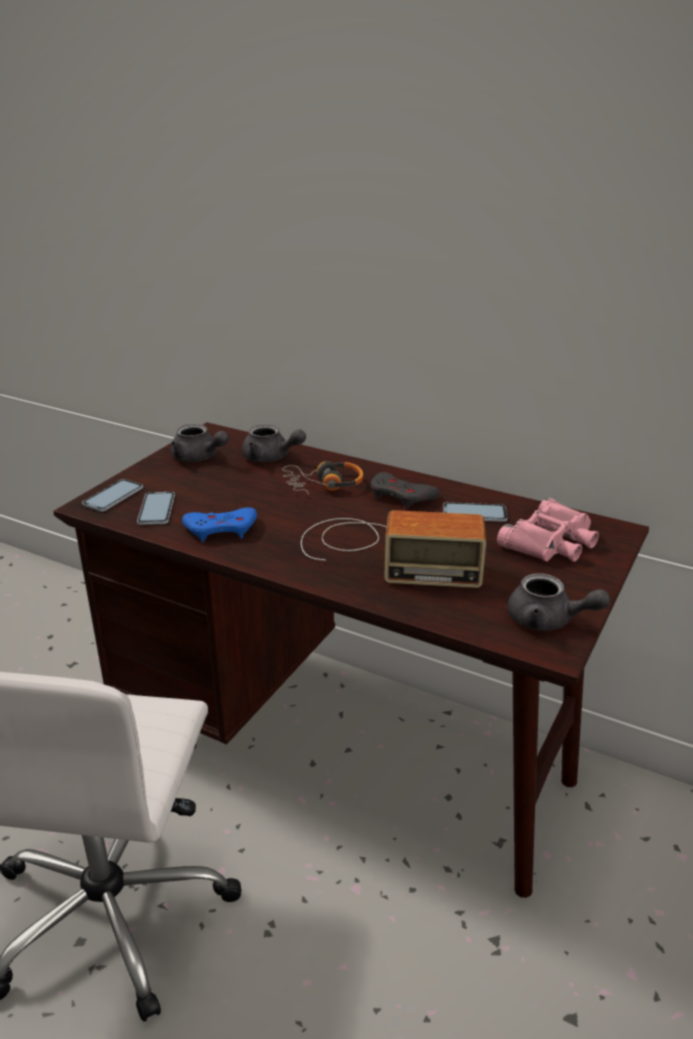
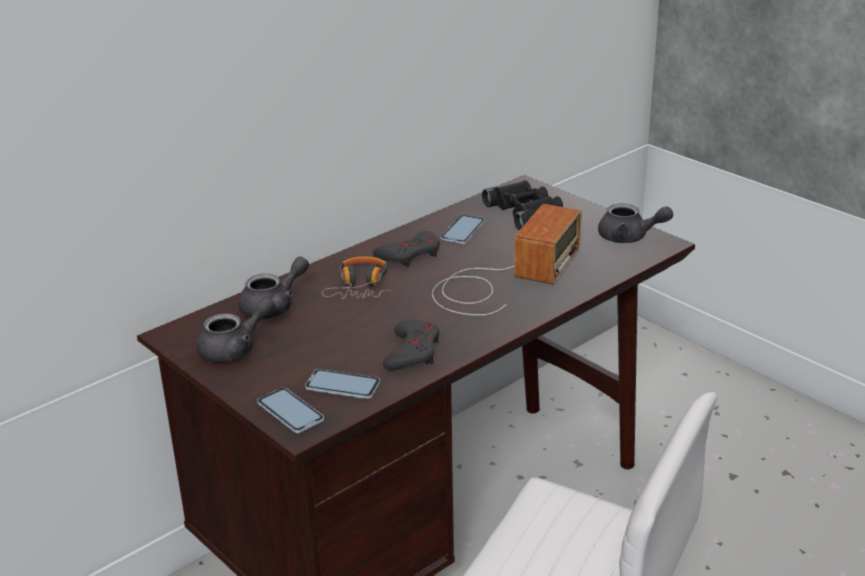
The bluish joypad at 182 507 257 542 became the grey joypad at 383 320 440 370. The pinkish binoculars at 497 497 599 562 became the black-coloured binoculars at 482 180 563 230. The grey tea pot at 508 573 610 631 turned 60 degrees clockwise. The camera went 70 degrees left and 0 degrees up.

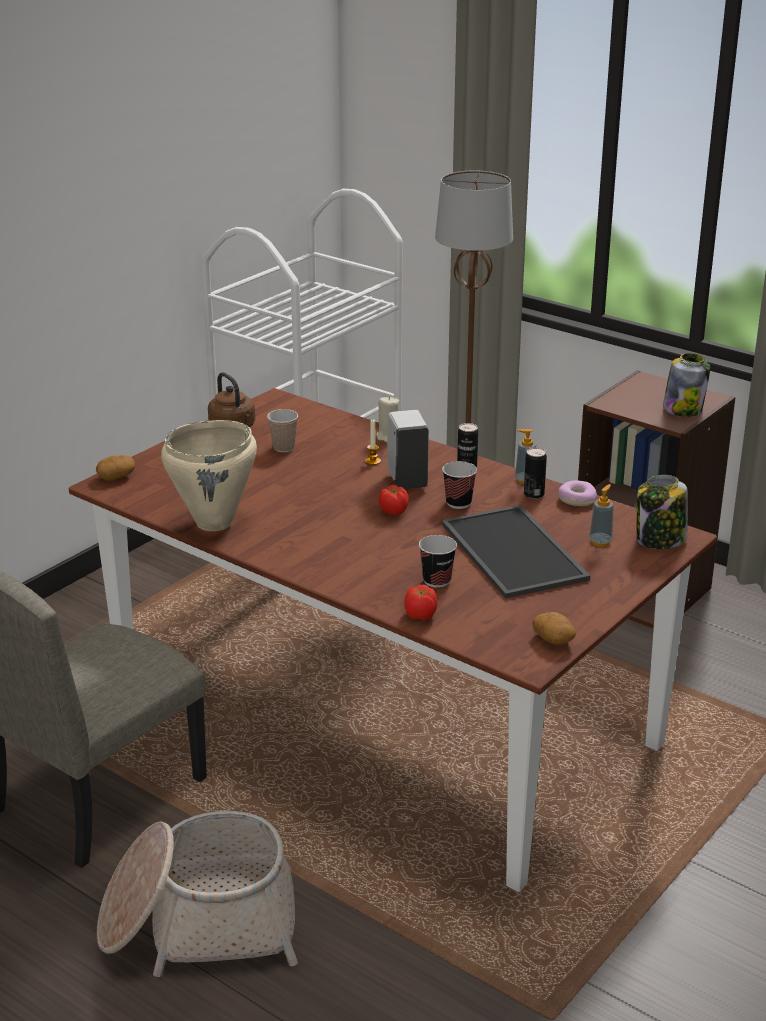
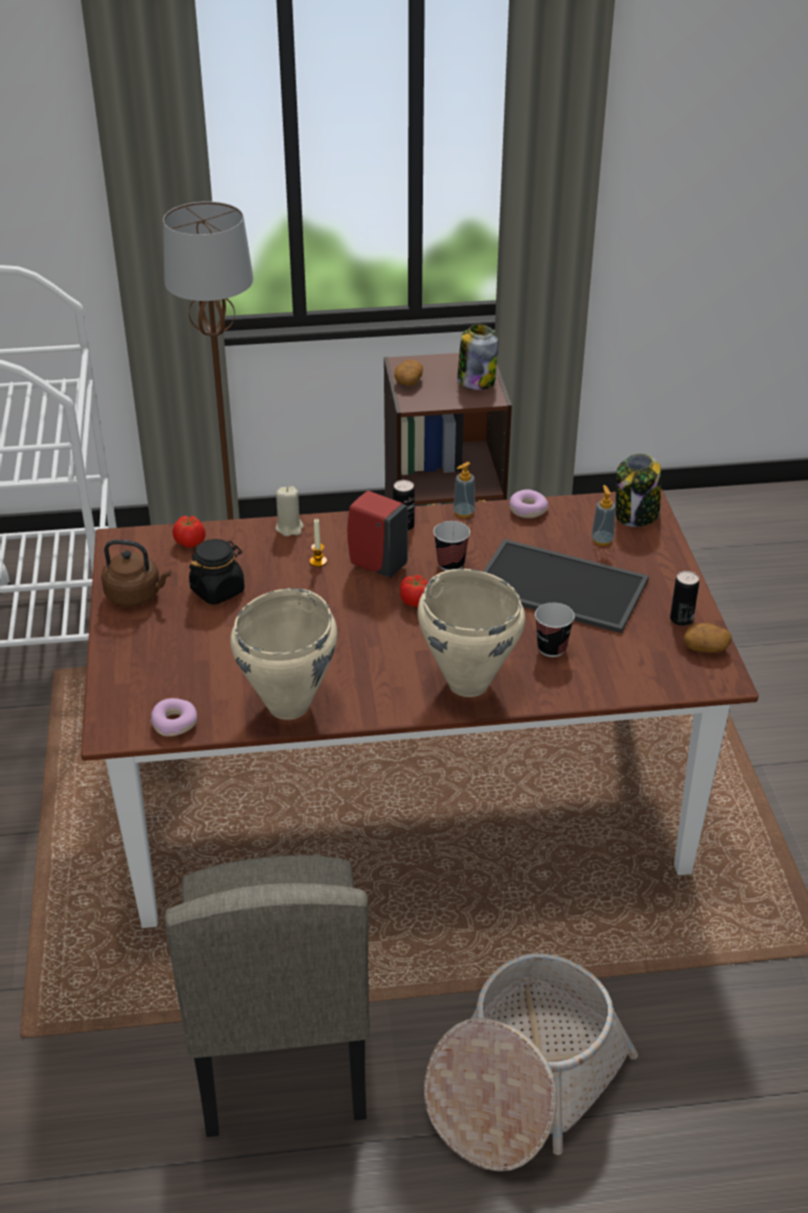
The donut at 151 698 197 737 appeared. The fresh tomato moved from 405 585 437 620 to 172 516 206 548. The cup at 267 409 298 453 was replaced by the black-coloured preserve jar at 189 539 245 605. The white soap bottle at 387 410 429 489 became the red-coloured soap bottle at 347 491 408 578. The potato moved from 96 455 135 481 to 394 359 423 386. The beige-coloured saucepot at 418 569 525 697 appeared. The can moved from 524 448 547 499 to 670 571 699 626. The camera went 45 degrees left and 10 degrees up.

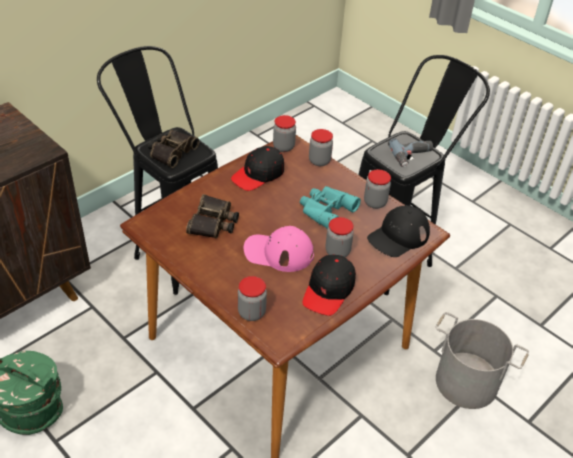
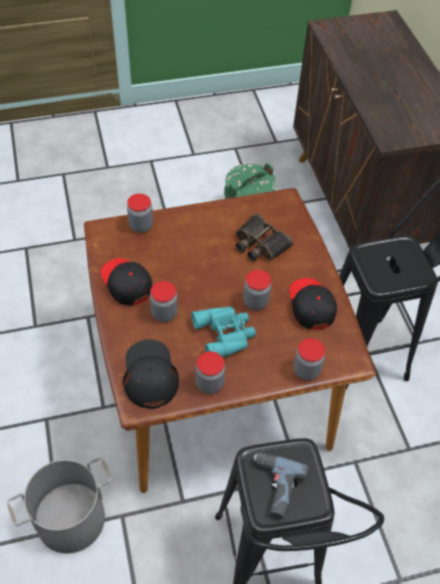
The preserve jar moved from 273 115 296 152 to 243 270 271 310. The binoculars at 148 130 200 168 disappeared. The pinkish cap at 244 226 314 272 disappeared. The camera went 120 degrees right and 10 degrees up.

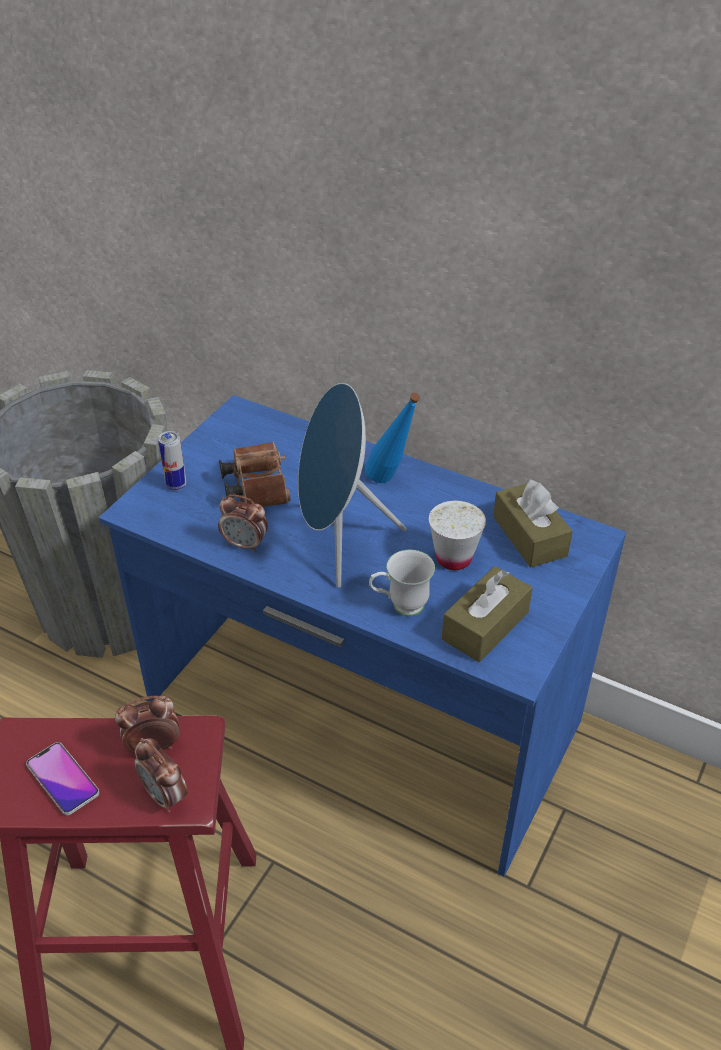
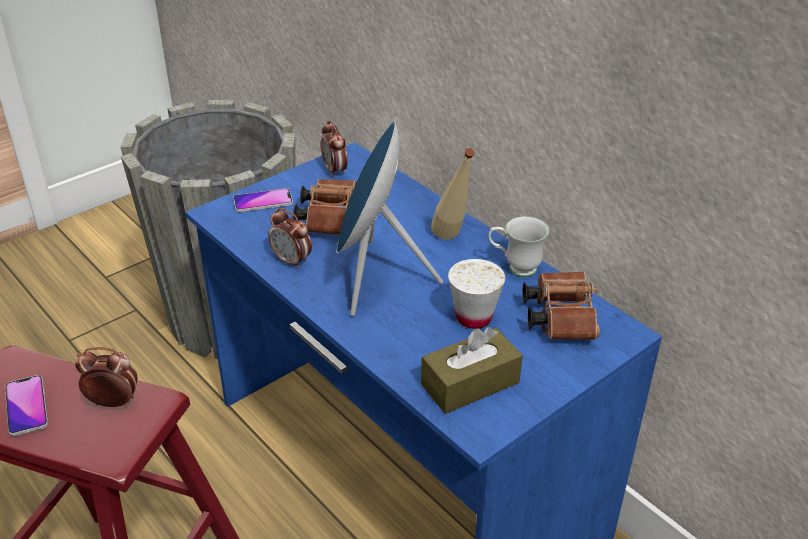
The can at 158 431 187 491 was replaced by the handset at 233 188 293 212. The table clock moved from 134 738 188 812 to 321 120 348 178. The bluish drink bottle at 365 393 420 483 became the beige-coloured drink bottle at 431 148 475 240. The white mug moved from 369 550 435 616 to 488 216 549 277. The brownish tissue holder at 493 479 573 568 was replaced by the brownish binoculars at 523 271 600 340. The camera went 20 degrees right and 5 degrees down.

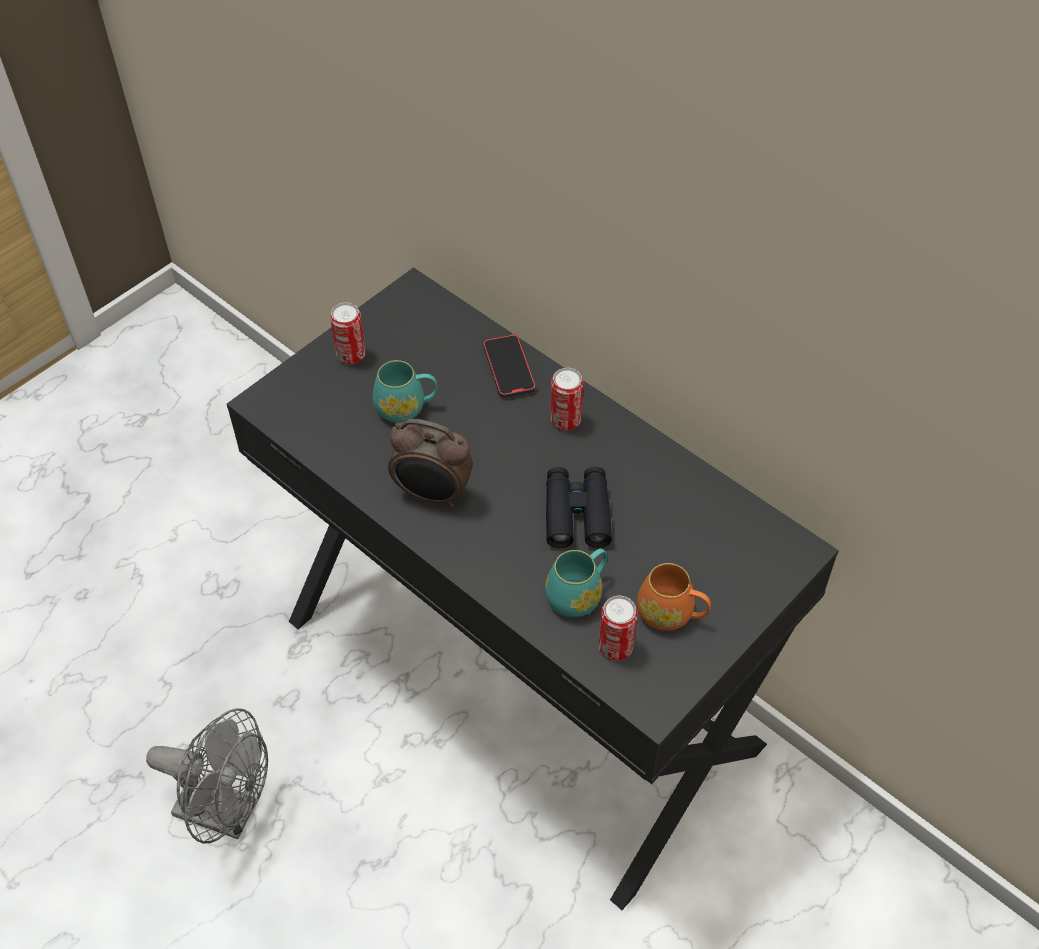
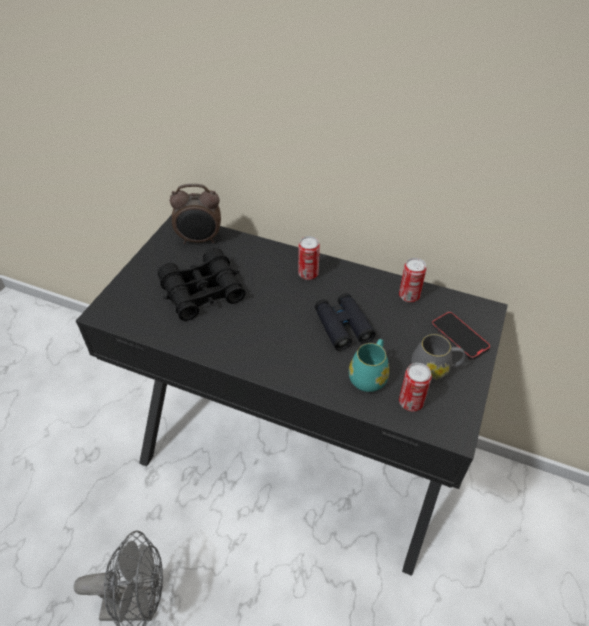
The turquoise mug at 373 360 438 423 was replaced by the black-coloured binoculars at 158 248 245 321. The table clock moved from 388 419 473 507 to 170 184 221 244. The can moved from 330 302 366 364 to 399 258 427 302. The orangey mug at 637 563 711 631 became the grey mug at 411 334 465 383. The handset moved from 483 334 536 398 to 431 312 490 360. The camera went 20 degrees left and 5 degrees down.

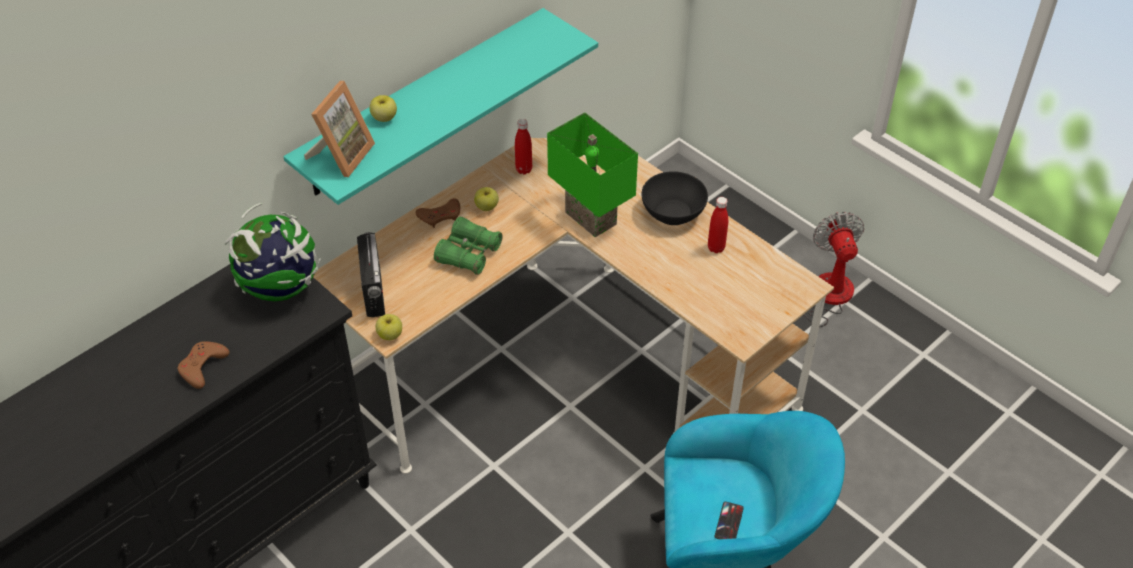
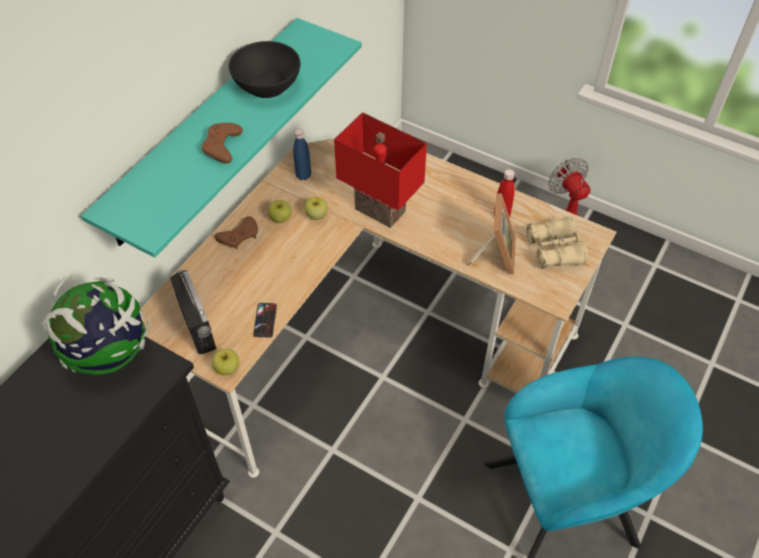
The brownish joypad moved from 178 341 230 389 to 202 123 243 164. The black-coloured serving bowl moved from 641 171 708 225 to 229 41 300 98. The handset moved from 715 502 744 539 to 253 303 277 337. The red-coloured drink bottle at 515 119 532 175 became the bluish drink bottle at 293 129 311 180. The whole apple moved from 370 95 397 122 to 304 197 328 220. The greenish tabletop lamp at 547 112 638 237 became the red-coloured tabletop lamp at 334 112 427 228. The standing frame moved from 304 81 375 177 to 466 193 516 275. The beige-coloured binoculars at 527 216 588 269 appeared. The greenish binoculars at 434 217 503 275 disappeared. The camera went 15 degrees left and 5 degrees up.

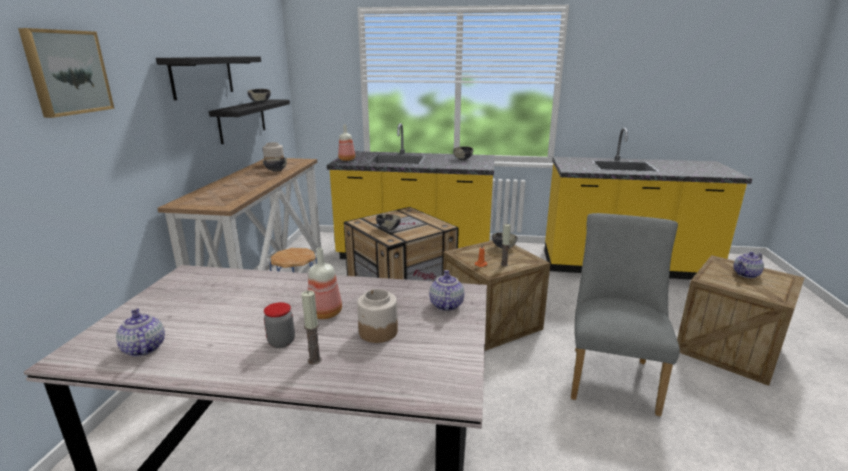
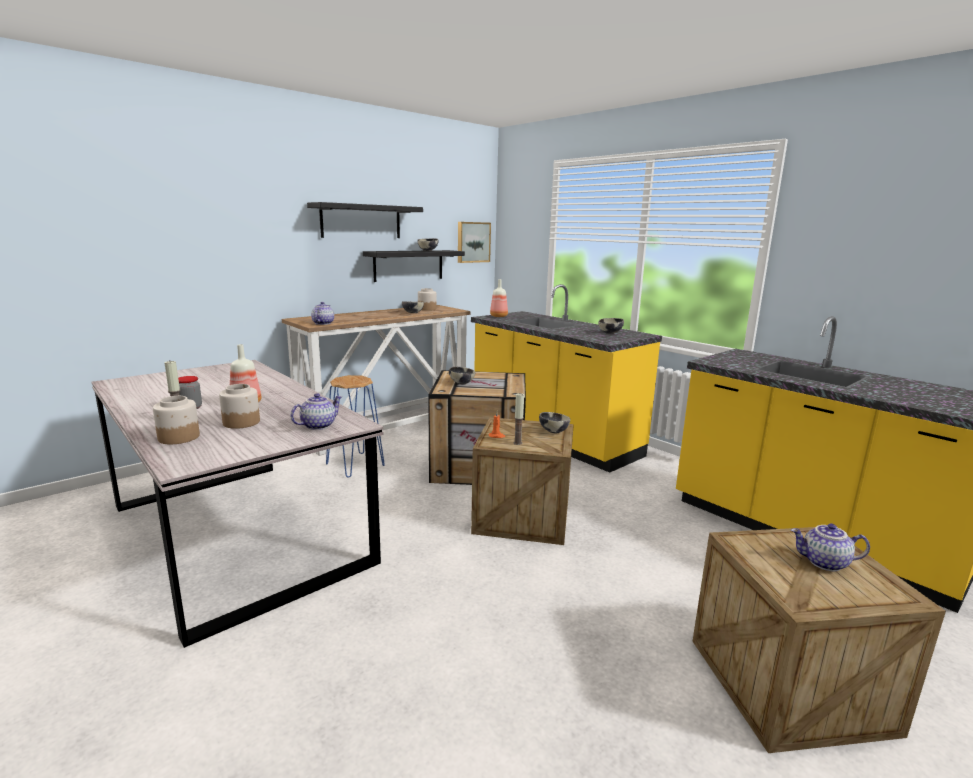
The preserve jar at 153 396 200 444 appeared. The tea pot moved from 116 308 165 357 to 311 302 334 325. The picture moved from 18 28 115 118 to 458 222 491 263. The grey plain chair at 571 213 680 416 disappeared. The camera went 40 degrees right and 5 degrees down.

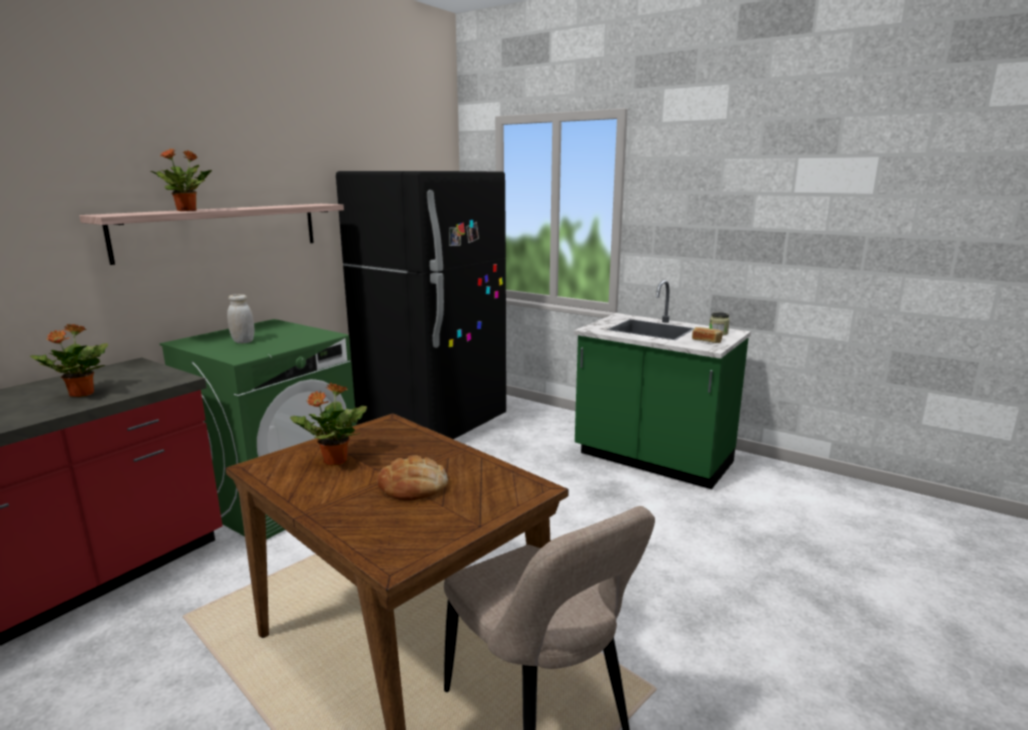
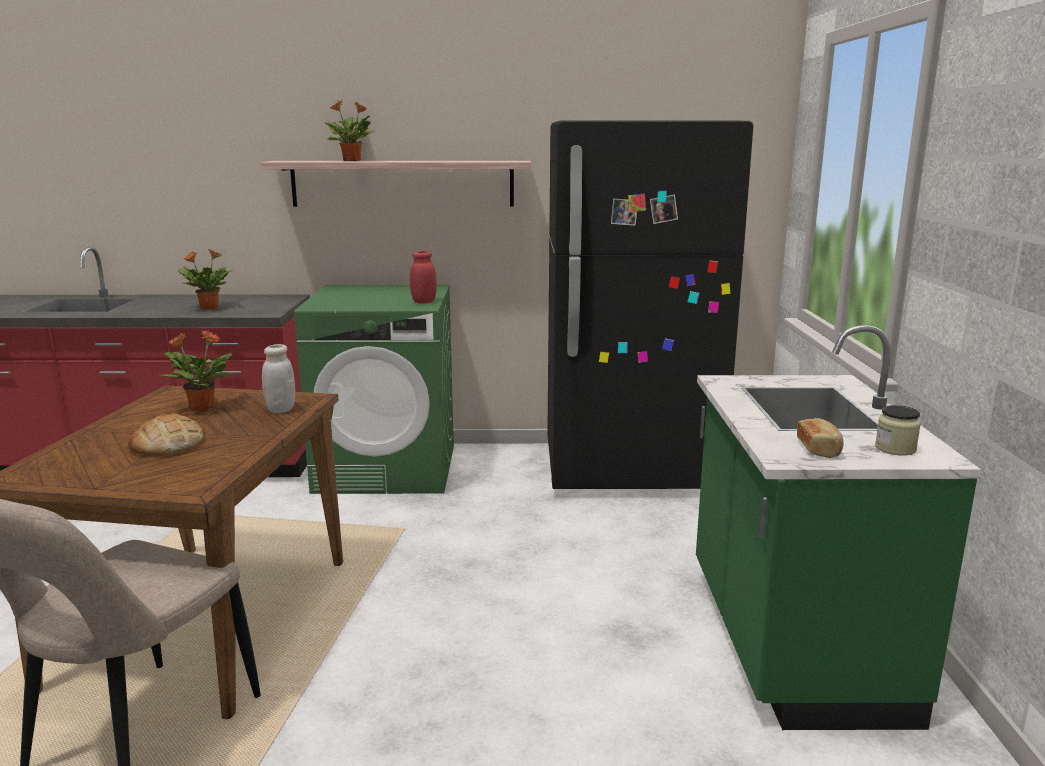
The white preserve jar moved from 227 294 255 343 to 262 344 295 413. The red-coloured preserve jar at 410 251 437 303 appeared. The camera went 55 degrees right and 0 degrees up.

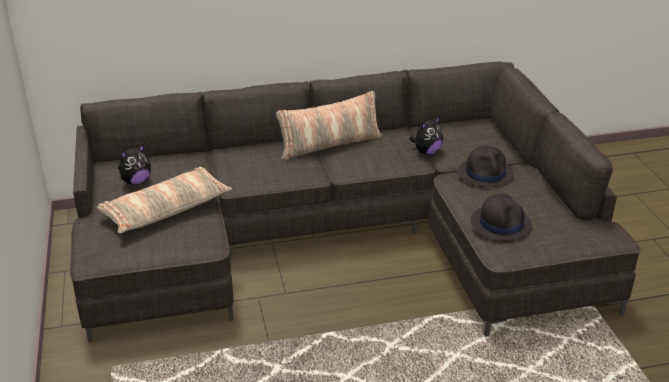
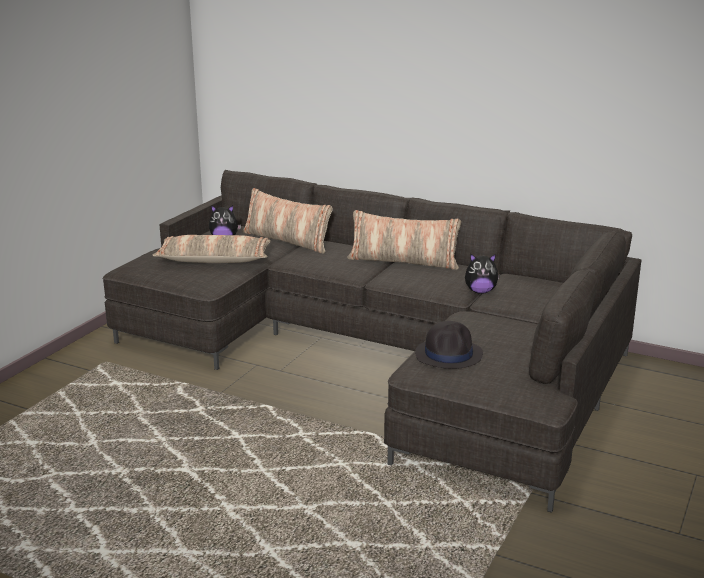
The pillow at 243 188 333 254 appeared. The black-coloured hat at 458 146 514 187 disappeared. The camera went 40 degrees right and 10 degrees down.

